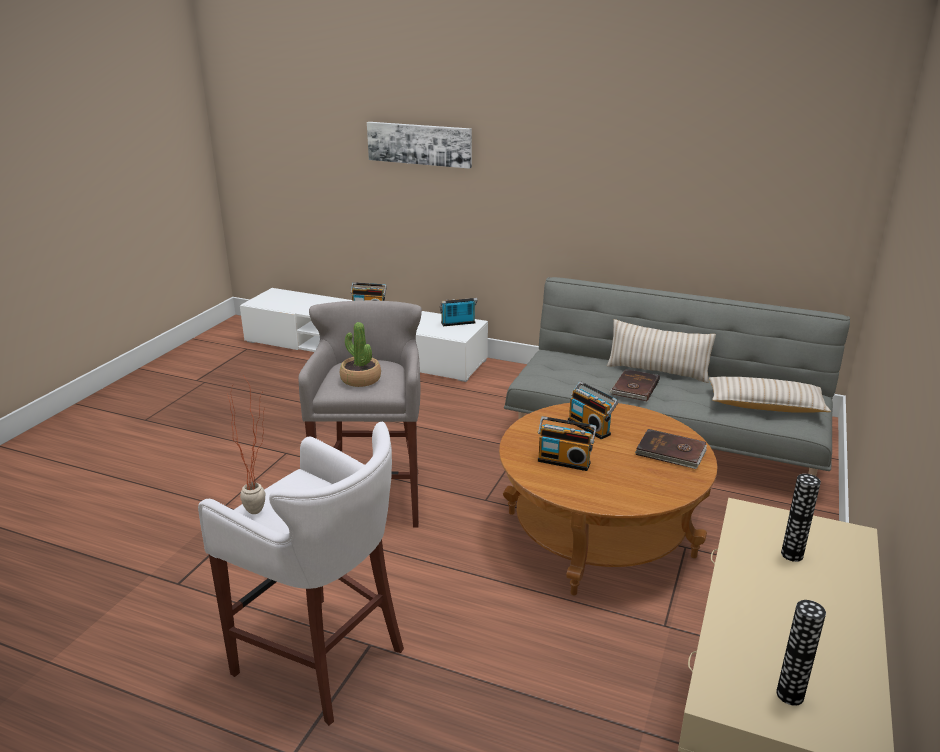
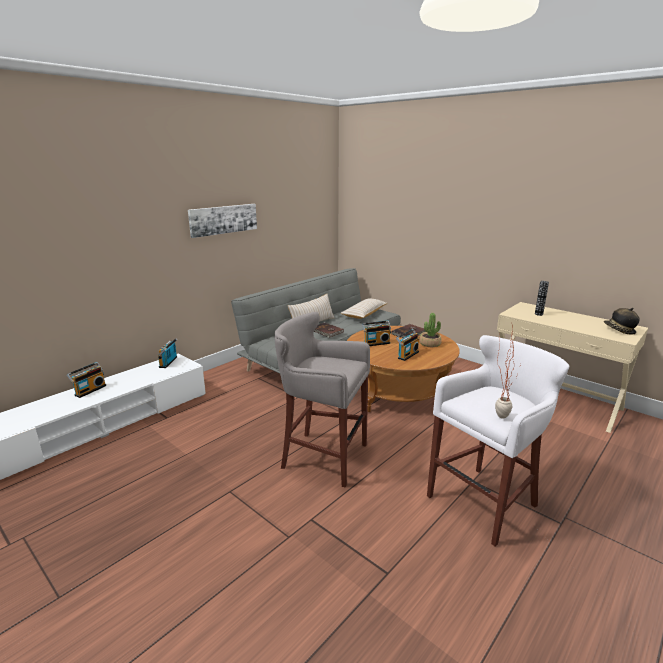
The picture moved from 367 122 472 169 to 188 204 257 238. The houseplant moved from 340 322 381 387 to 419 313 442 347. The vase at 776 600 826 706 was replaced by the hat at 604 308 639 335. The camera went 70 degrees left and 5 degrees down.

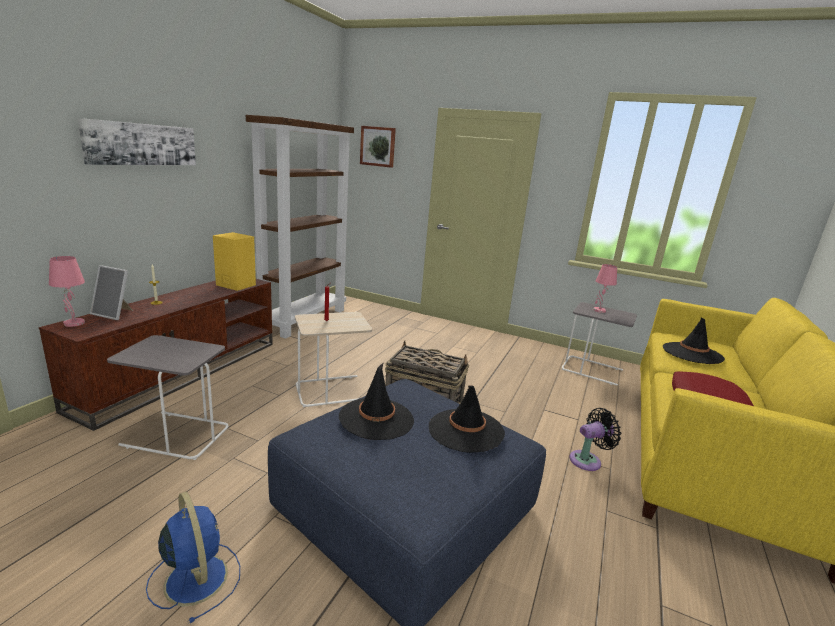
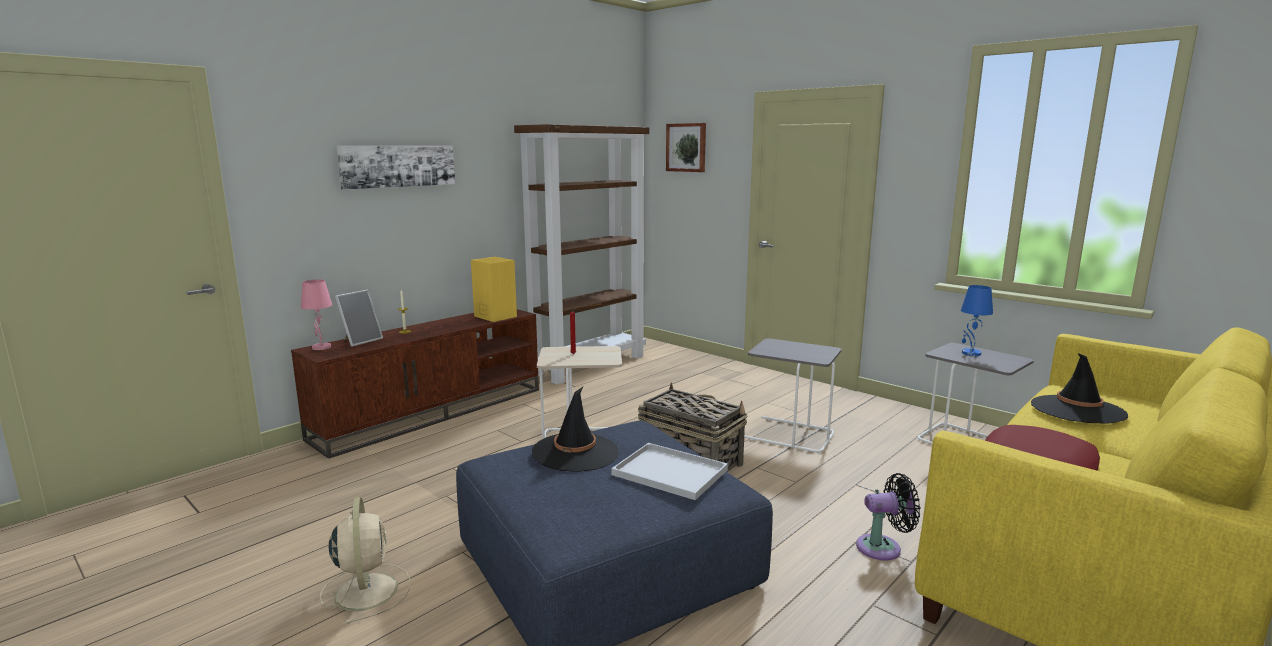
The bluish cooling fan at 146 492 240 623 became the beige-coloured cooling fan at 320 497 410 624. The standing frame at 90 265 133 320 turned 90 degrees counterclockwise. The black-coloured hat at 429 385 505 453 was replaced by the white tray at 611 443 728 500. The grey side table moved from 107 335 229 460 to 744 338 841 454. The pinkish tabletop lamp at 593 264 617 313 became the bluish tabletop lamp at 961 285 993 356. The camera went 20 degrees right and 5 degrees down.

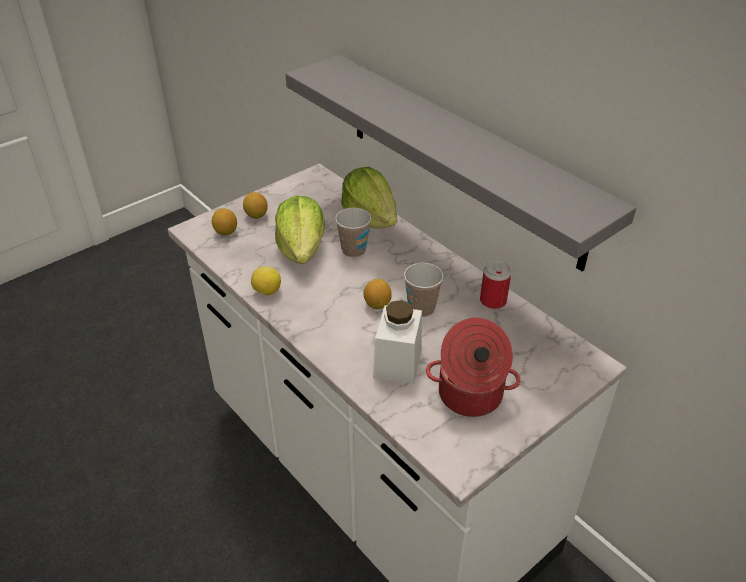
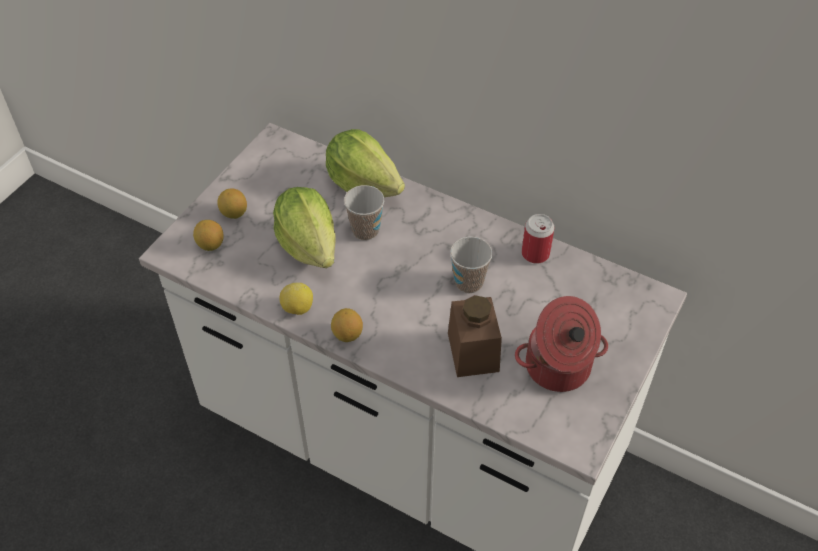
The whole lemon moved from 364 279 392 309 to 331 308 363 342. The white preserve jar at 373 300 422 384 became the brownish preserve jar at 448 295 502 377. The grey bracket shelf at 285 55 636 272 disappeared. The camera went 20 degrees left and 10 degrees up.

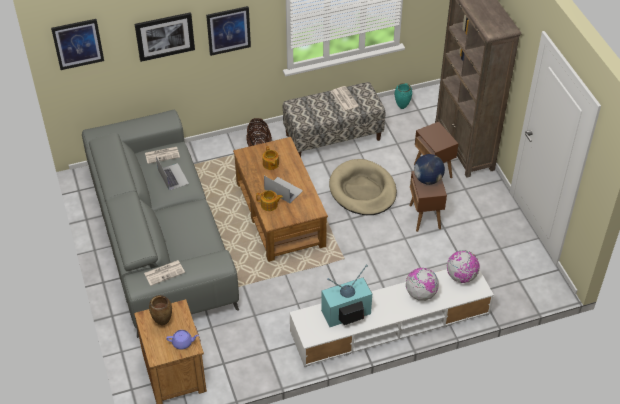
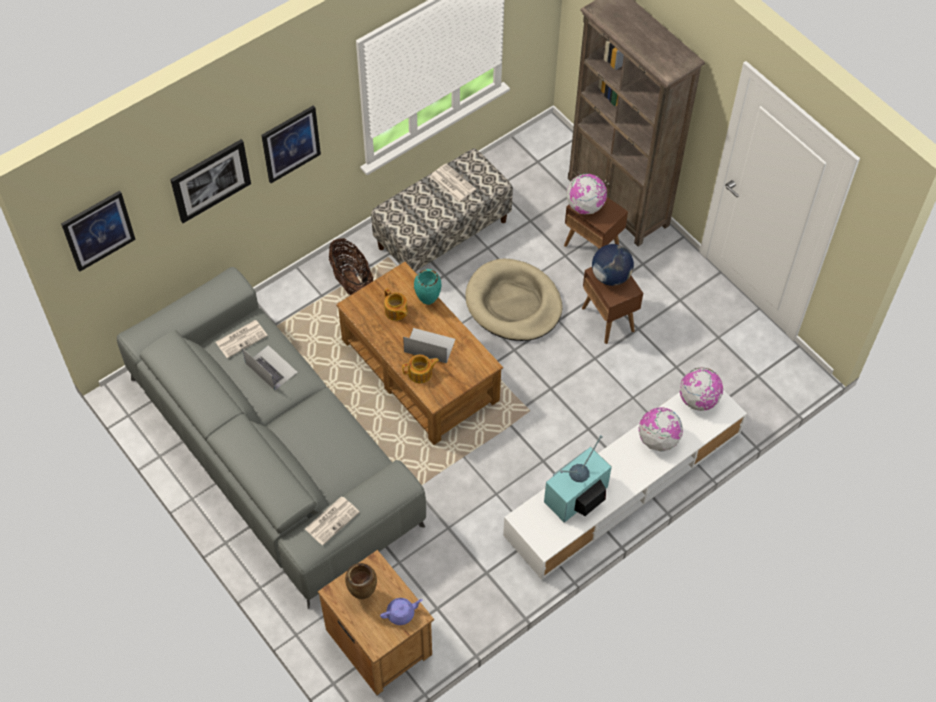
The turquoise vase moved from 395 83 412 109 to 414 269 441 305. The world globe at 566 173 607 214 appeared. The camera went 20 degrees left and 10 degrees up.

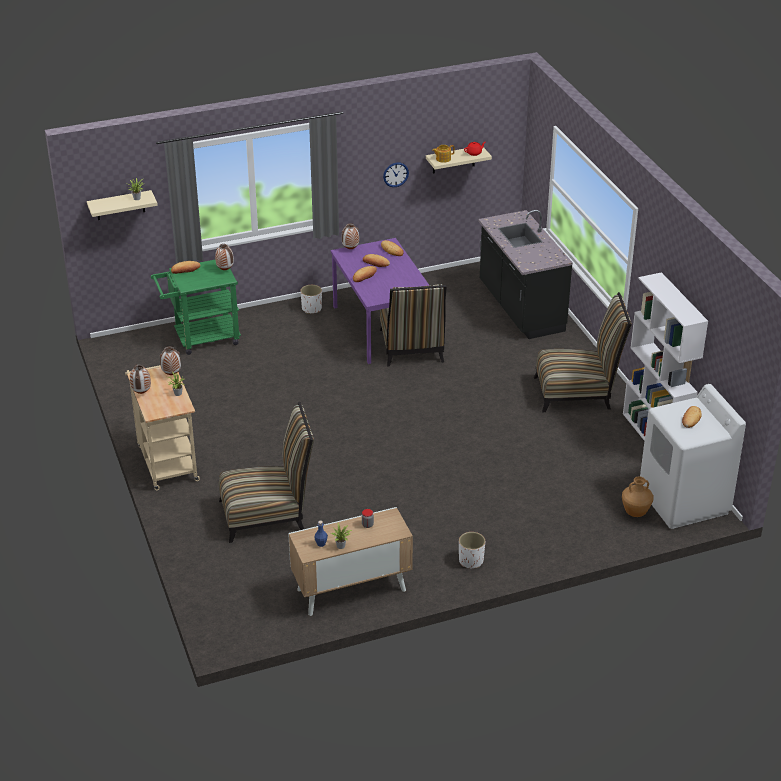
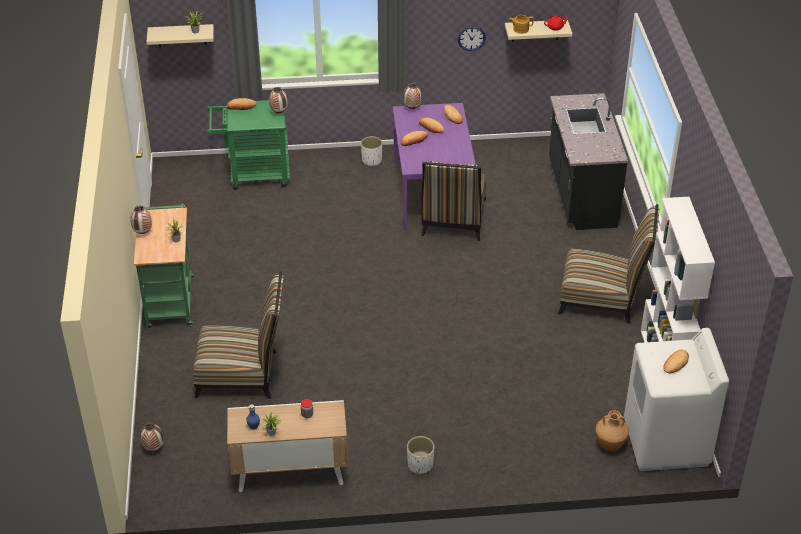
The beige-coloured cart at 125 365 200 490 became the greenish cart at 134 204 195 329. The vase moved from 160 346 181 375 to 140 422 163 451. The camera went 15 degrees right and 5 degrees up.

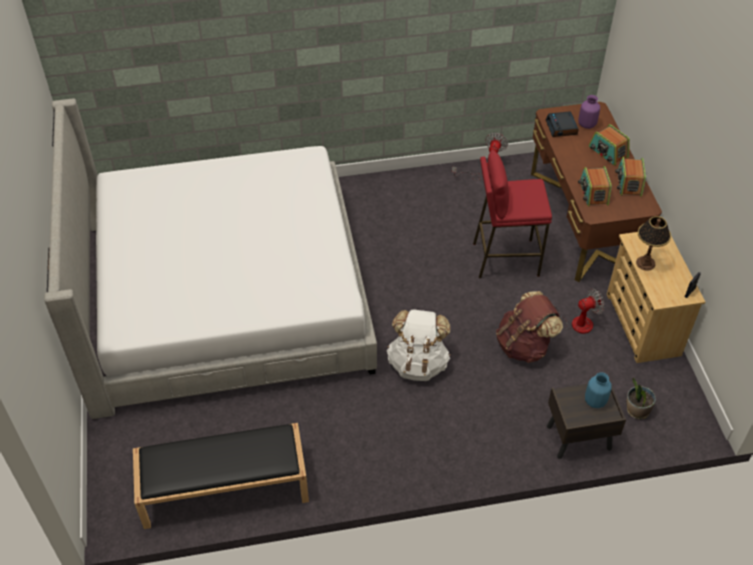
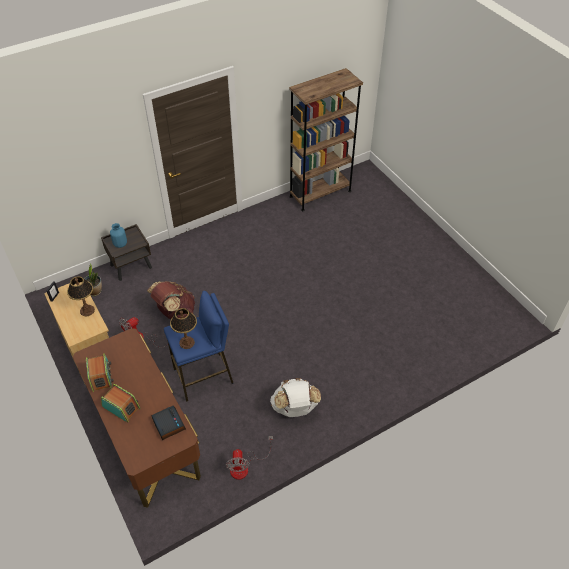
The red-coloured sitting stool at 473 150 552 278 became the bluish sitting stool at 164 291 234 402. The tabletop lamp at 170 308 197 349 appeared. The white backpack moved from 387 309 450 381 to 270 378 321 417. The black-coloured long seat at 133 423 309 529 was replaced by the brownish bookcase at 289 68 363 211. The bedroom bed at 44 98 377 419 disappeared. The purple-coloured vase at 578 95 600 129 disappeared. The radio set at 578 166 612 207 disappeared. The camera went 160 degrees right and 0 degrees up.

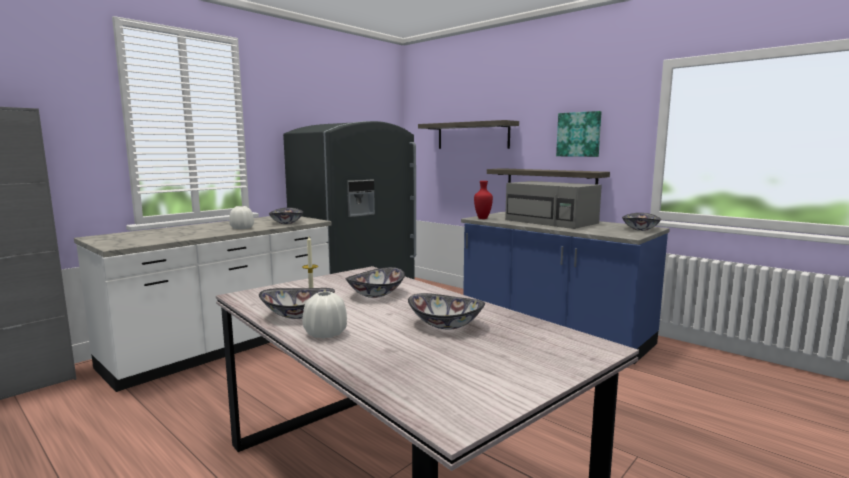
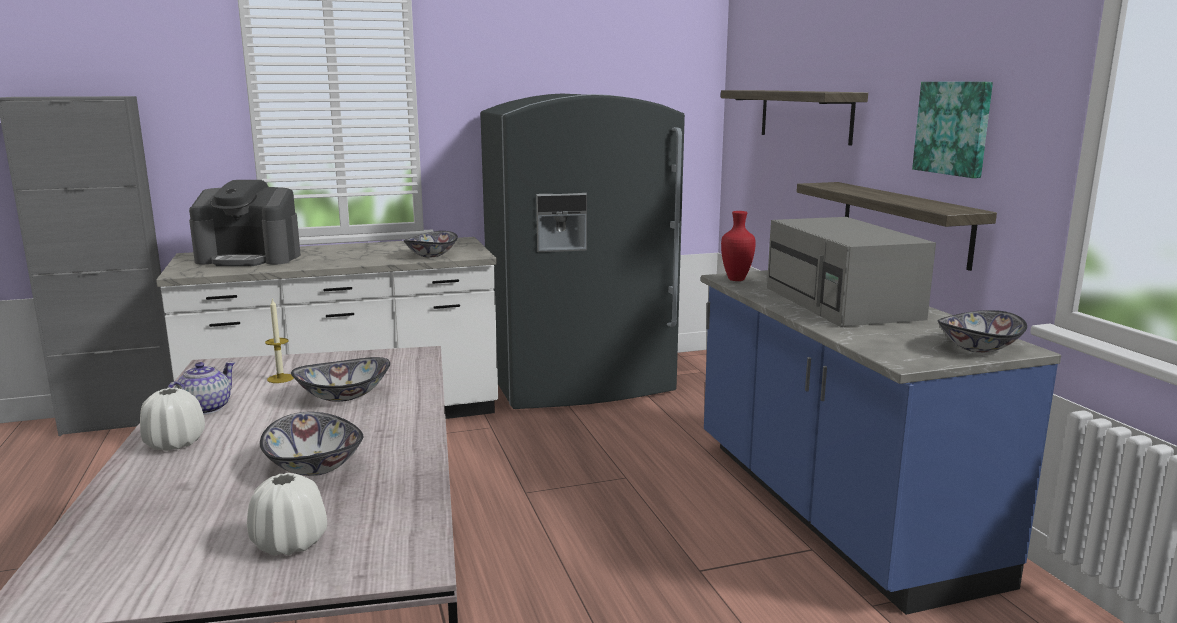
The serving bowl at 259 288 335 319 was replaced by the tea pot at 167 362 236 415. The coffee maker at 189 180 301 266 appeared. The white vase moved from 229 206 254 229 to 247 473 327 556. The camera went 30 degrees right and 5 degrees up.

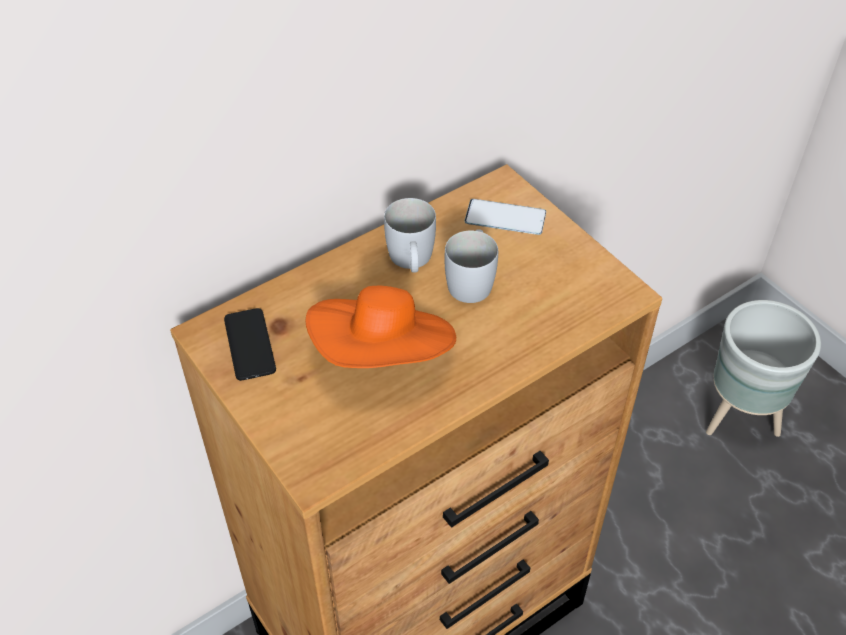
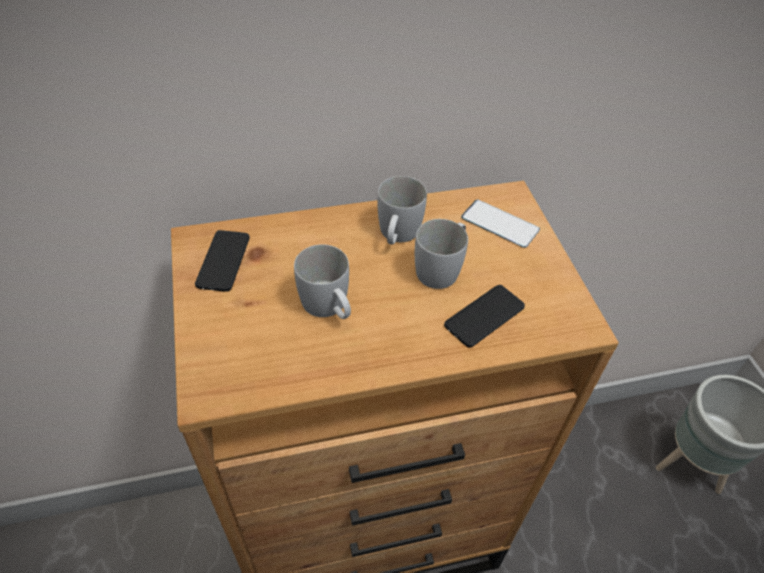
The orangey hat at 306 286 456 368 was replaced by the white mug at 294 244 351 319. The handset at 444 285 525 348 appeared. The camera went 20 degrees right and 0 degrees up.

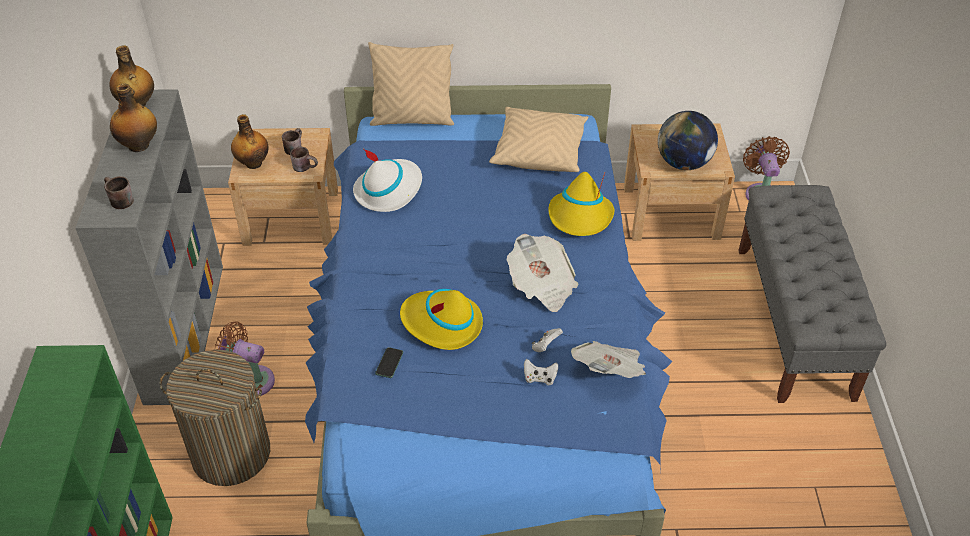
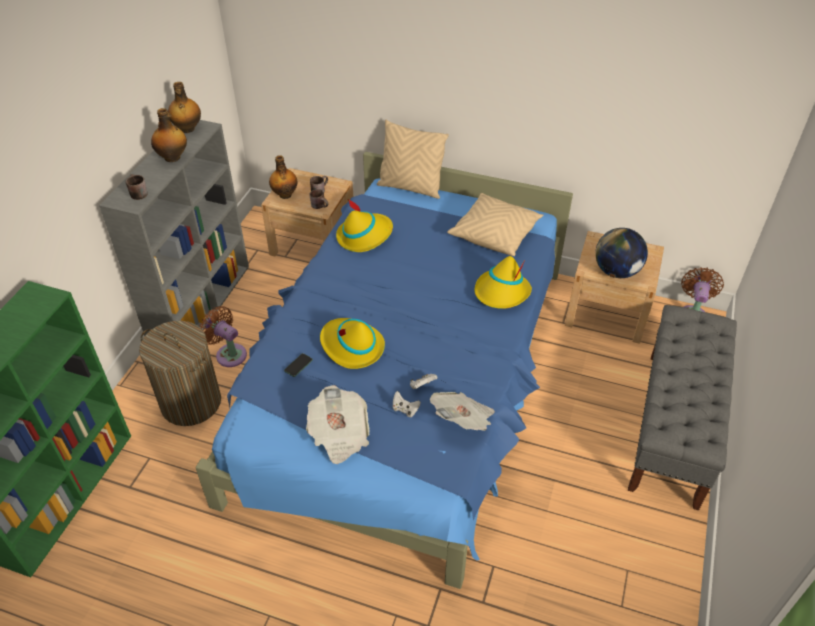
The daily paper moved from 507 234 579 312 to 306 385 369 464. The white hat at 353 149 422 212 became the yellow hat at 336 199 393 252. The camera went 20 degrees right and 0 degrees up.

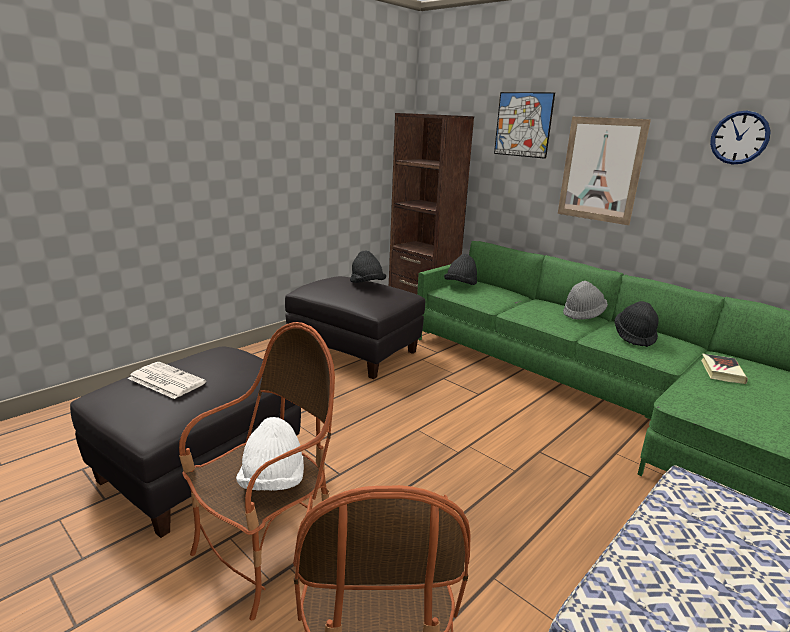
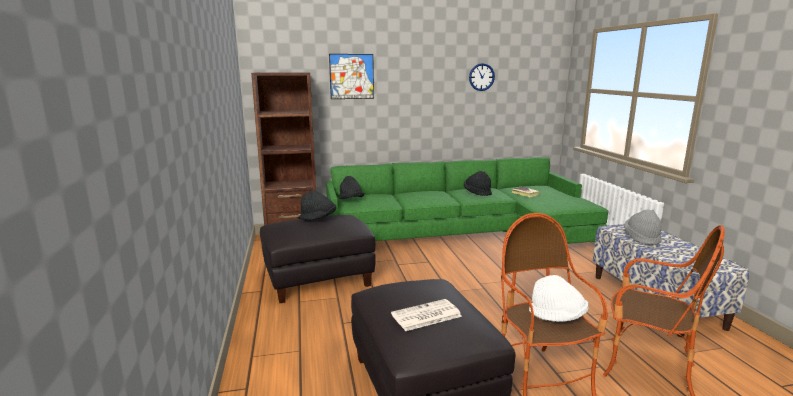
The grey hat moved from 563 281 608 320 to 624 210 662 245. The picture at 558 117 651 225 disappeared. The camera went 55 degrees left and 5 degrees down.

